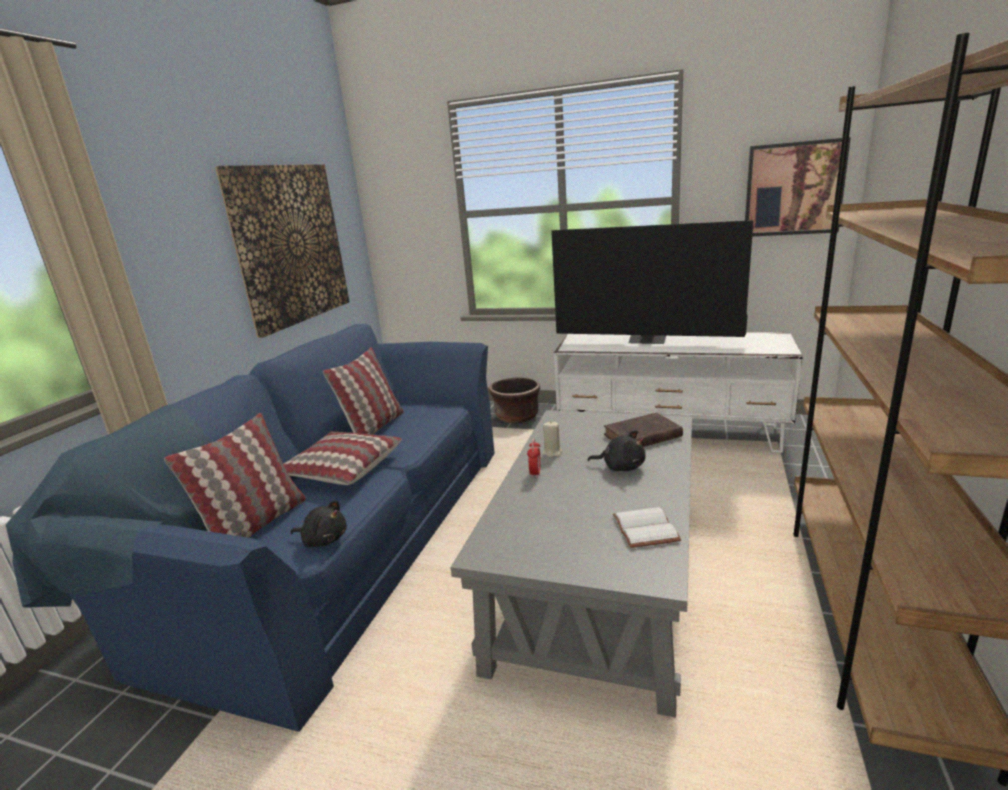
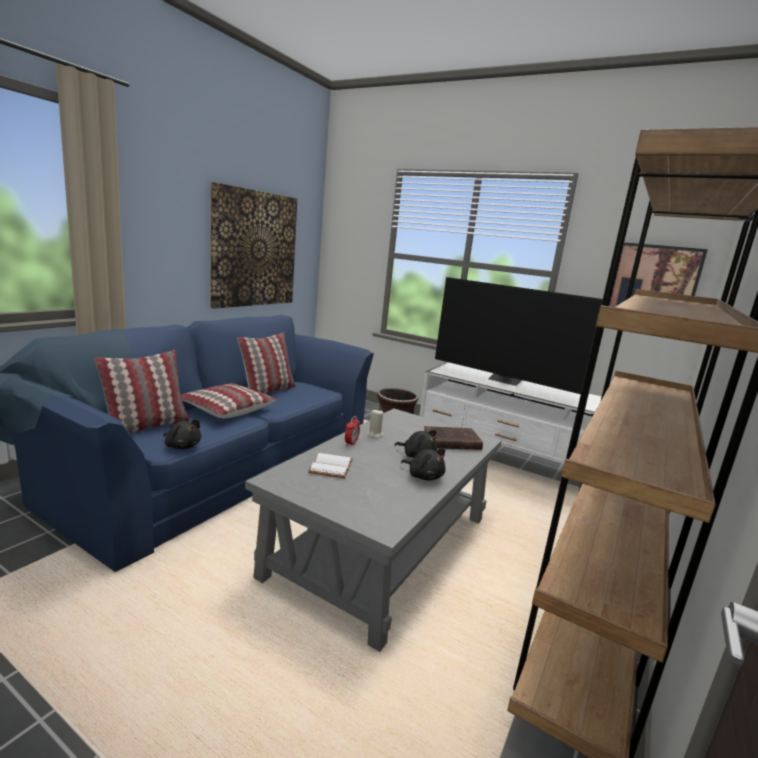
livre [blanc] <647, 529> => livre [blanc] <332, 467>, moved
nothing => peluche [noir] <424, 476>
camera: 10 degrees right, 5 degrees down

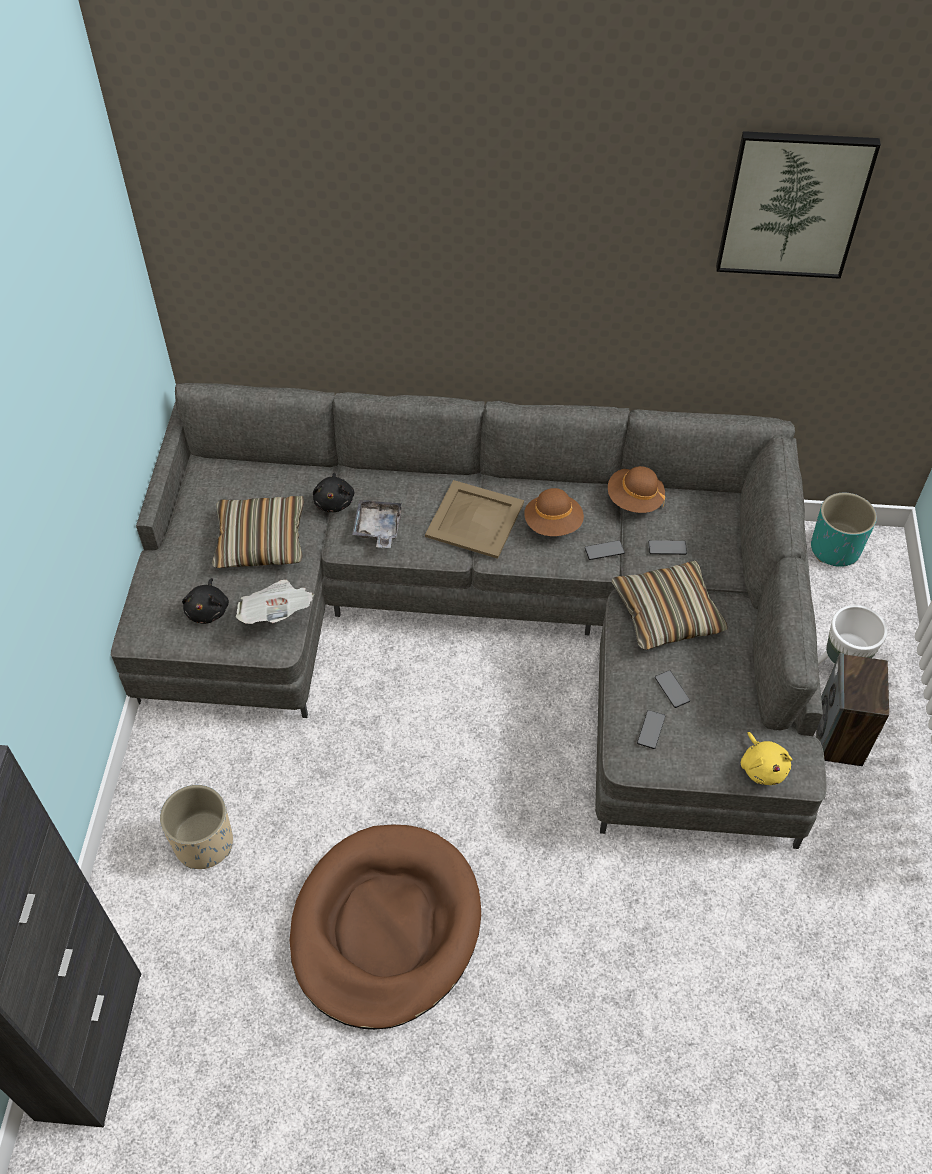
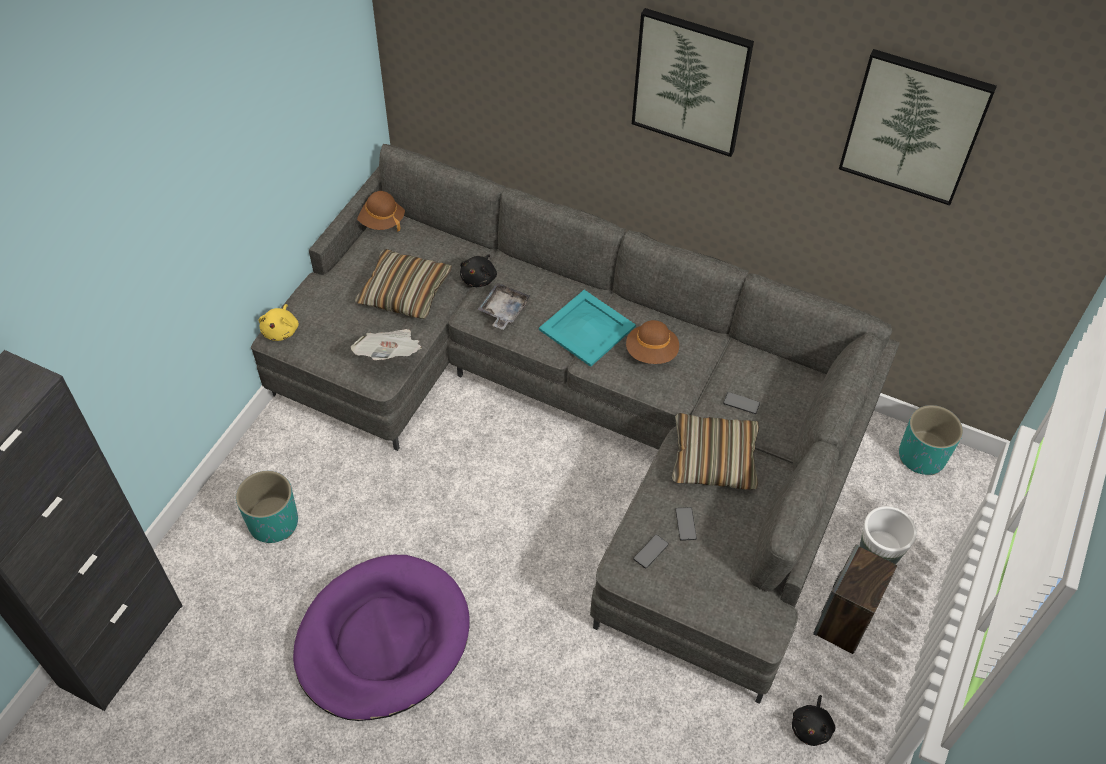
chapeau [marron] <634, 500> => chapeau [marron] <380, 220>, moved
plateau [beige] <474, 520> => plateau [turquoise] <586, 328>
téléphone <604, 551> => nothing
peluche [noir] <208, 610> => peluche [noir] <811, 727>, moved
peluche [jaune] <762, 767> => peluche [jaune] <281, 330>, moved
cache-pot [beige] <204, 843> => cache-pot [turquoise] <273, 522>
panier pour chien [marron] <385, 927> => panier pour chien [violet] <382, 640>
nothing => tableau <691, 82>
camera: 20 degrees right, 0 degrees up

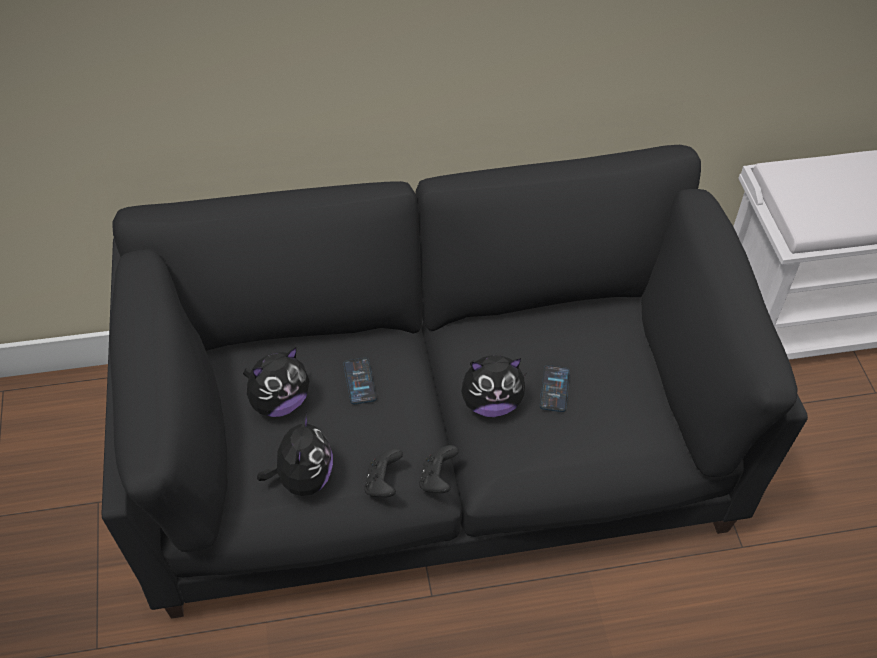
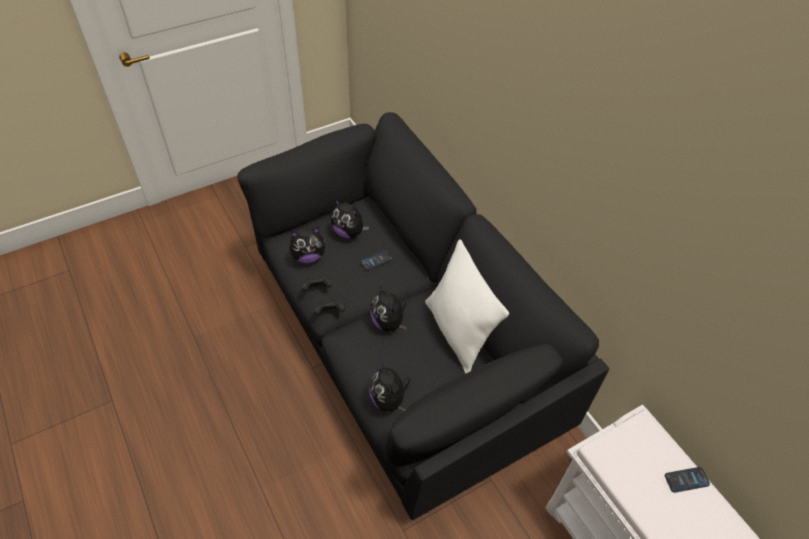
téléphone <554, 389> => téléphone <686, 480>, moved
nothing => coussin [blanc] <457, 333>
nothing => peluche <389, 400>
camera: 70 degrees right, 0 degrees up

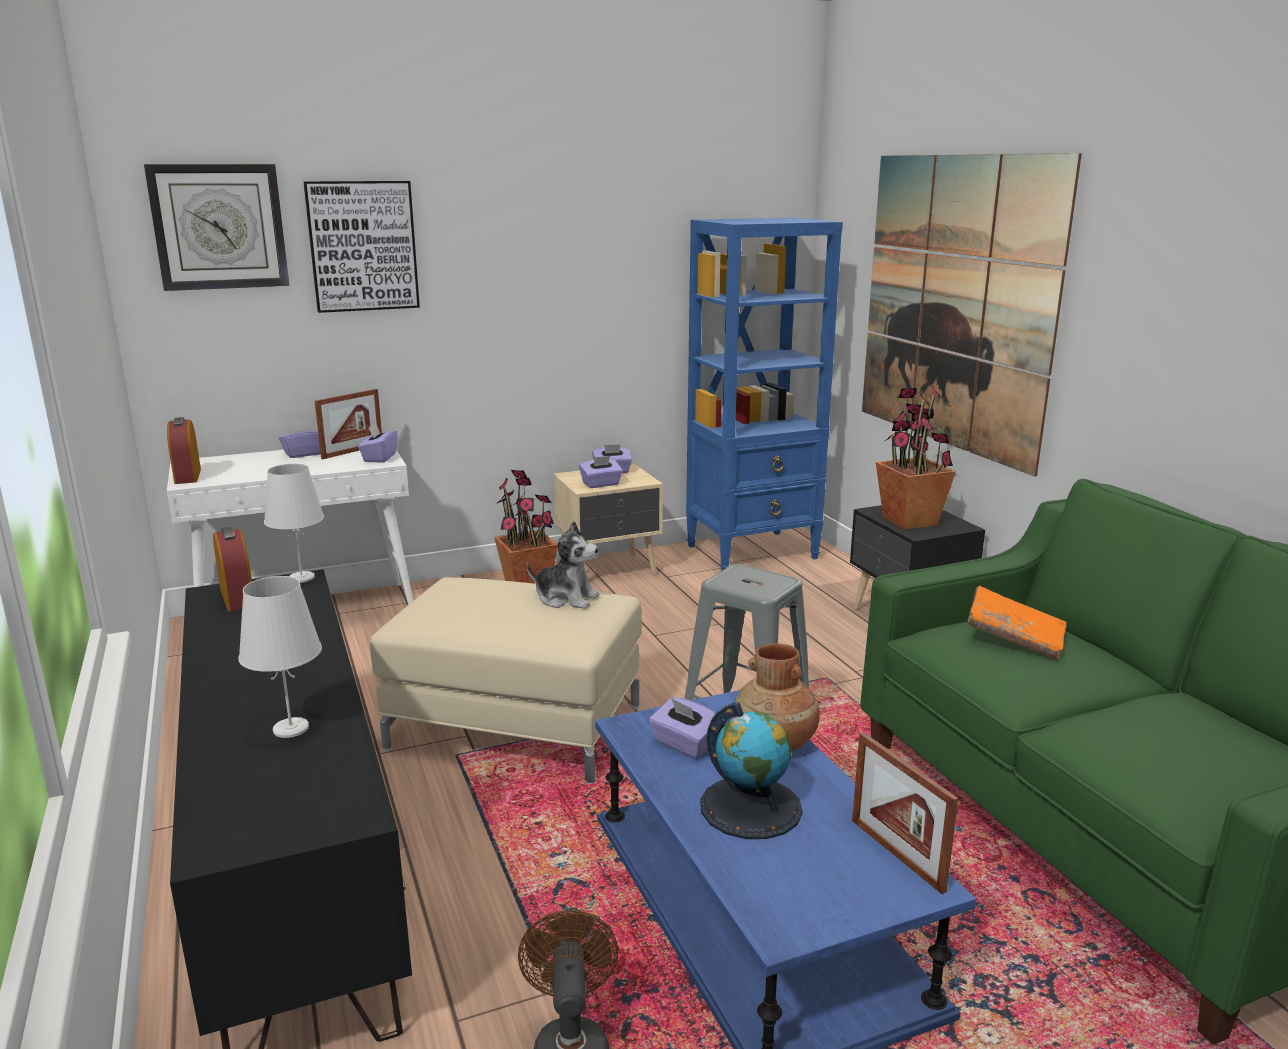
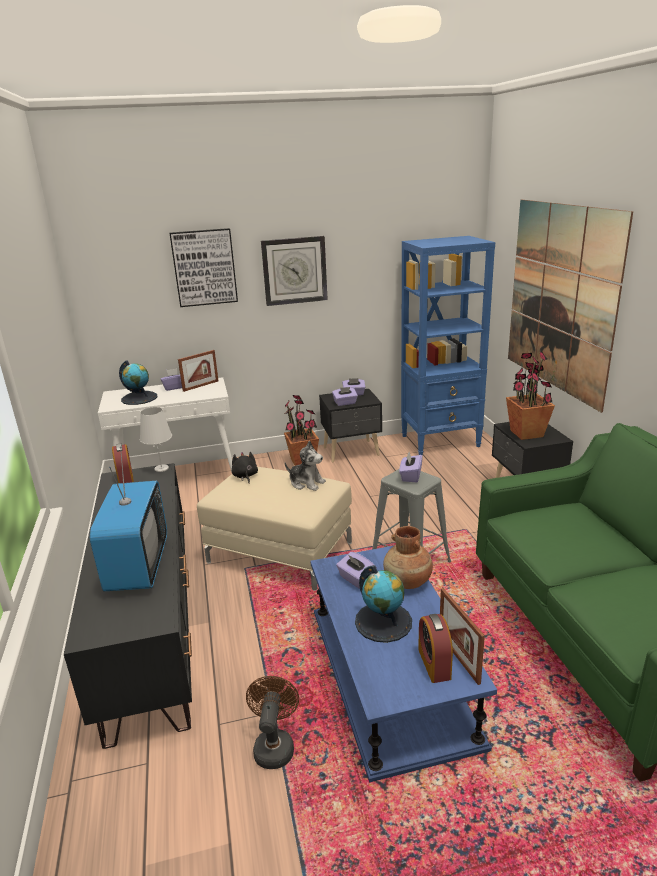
horloge murale <219, 227> => horloge murale <294, 270>, moved
réveil <187, 476> => réveil <434, 664>, moved
boîte à mouchoirs [violet] <379, 458> => boîte à mouchoirs [violet] <410, 476>, moved
table de chevet [beige] <609, 570> => table de chevet [noir] <352, 452>
lampe de table [blanc] <291, 728> => téléviseur <138, 566>
livre [orange] <1014, 638> => nothing
nothing => globe <139, 398>
nothing => peluche [noir] <245, 476>
camera: 10 degrees right, 5 degrees up

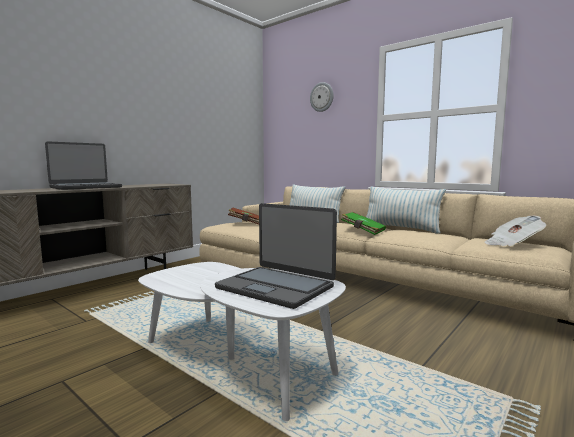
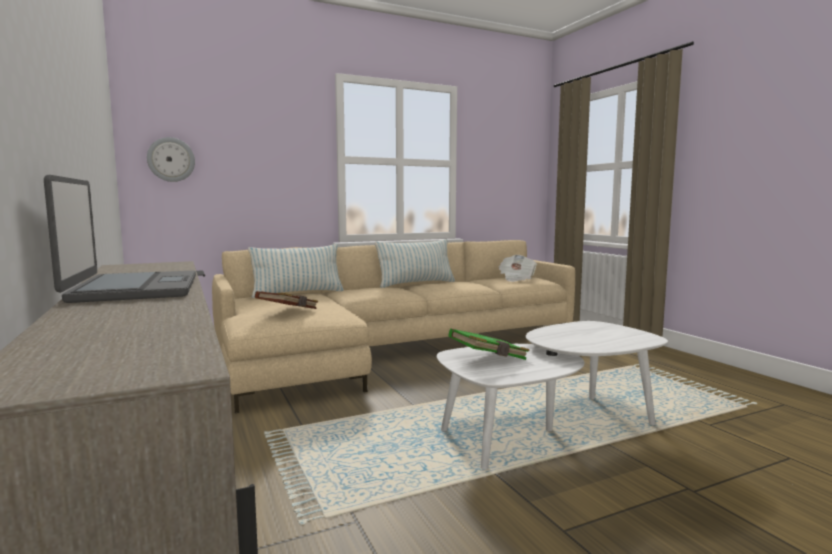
horloge murale <322, 97> => horloge murale <171, 159>, moved
ordinateur portable <276, 287> => nothing
livre [vert] <362, 231> => livre [vert] <489, 359>, moved
camera: 65 degrees left, 0 degrees up

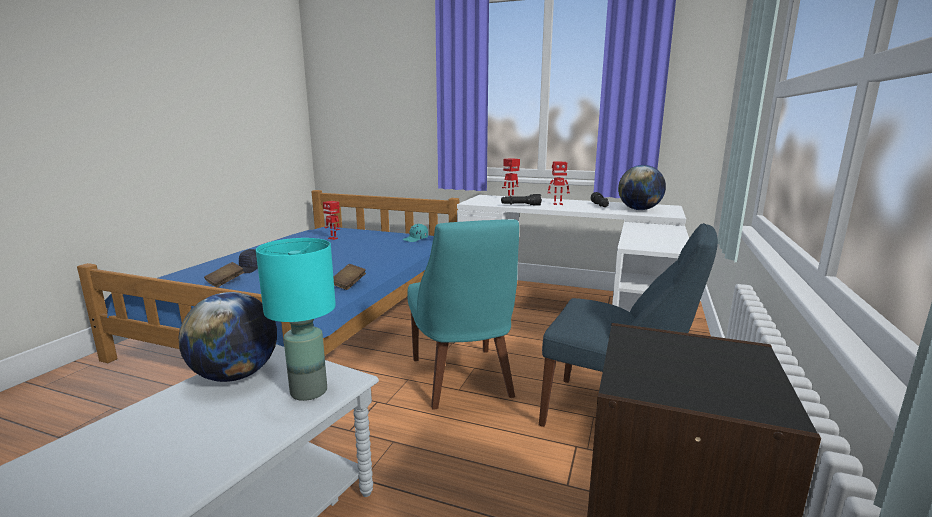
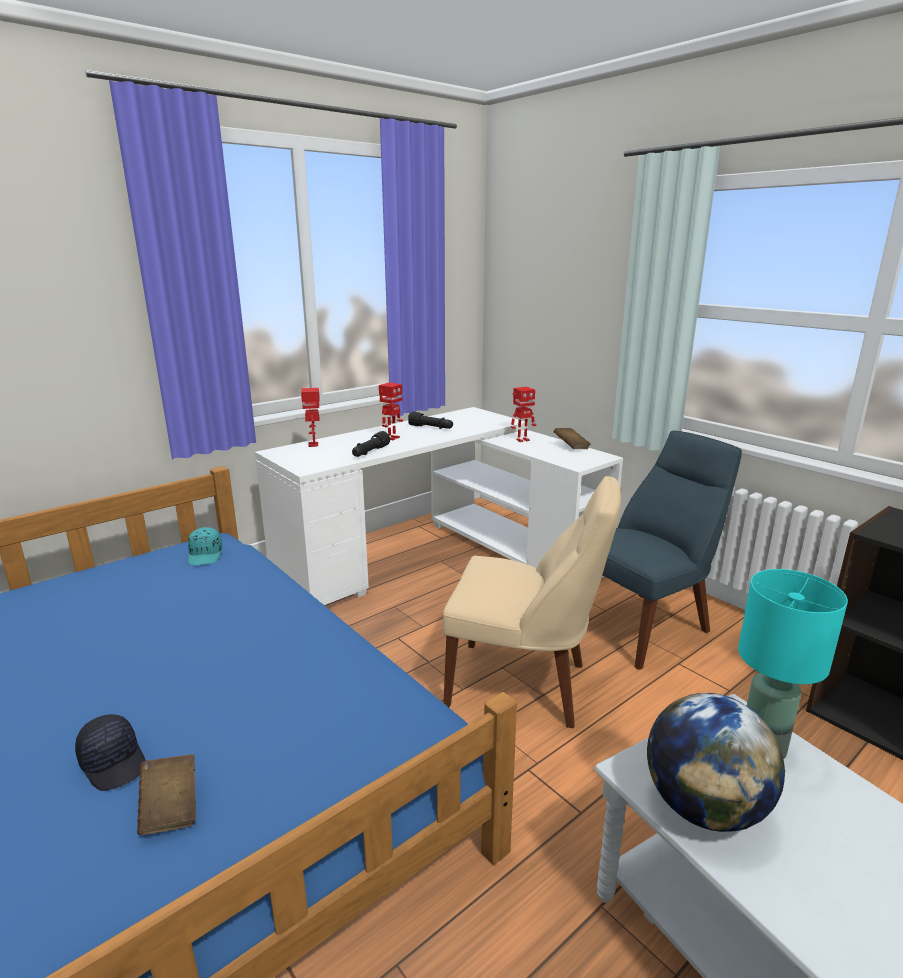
globe <639, 209> => nothing
robot jouet <333, 238> => robot jouet <522, 440>, moved
chaise [turquoise] <462, 380> => chaise [beige] <524, 685>
livre [marron] <348, 284> => livre [marron] <571, 447>, moved
camera: 60 degrees left, 5 degrees up

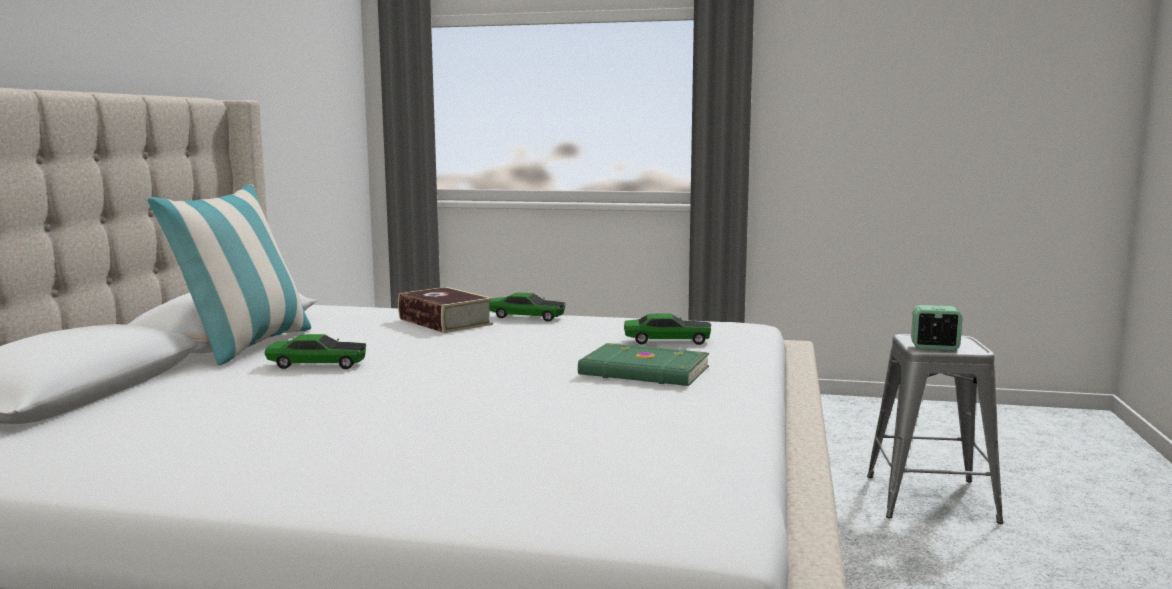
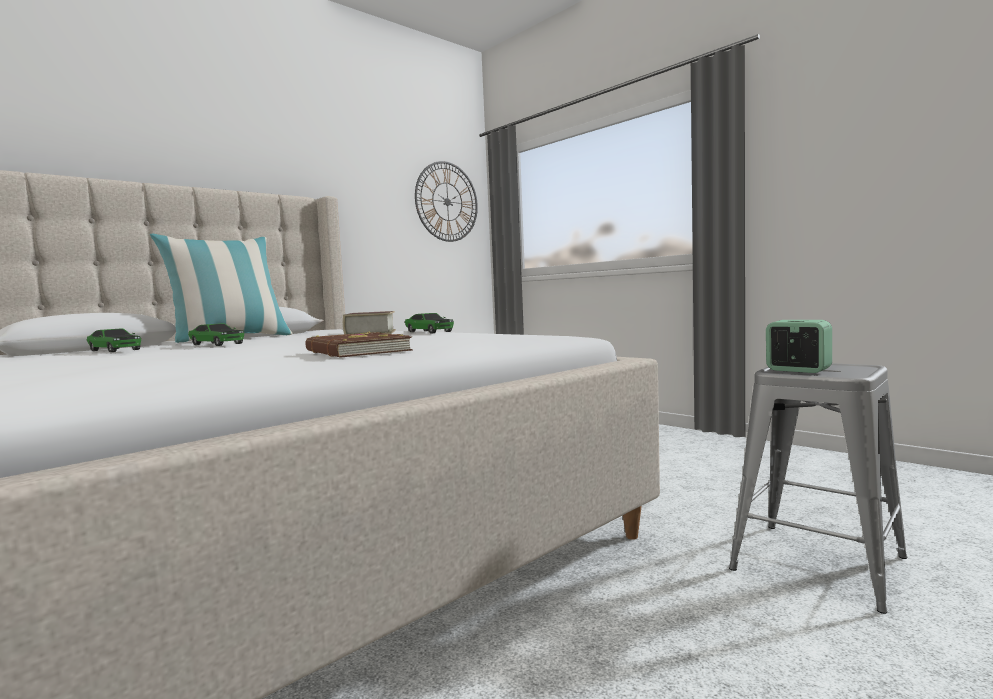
petite voiture <667, 341> => petite voiture <114, 350>, moved
livre [vert] <644, 372> => livre [marron] <355, 351>
nothing => horloge murale <447, 201>
camera: 35 degrees right, 5 degrees down

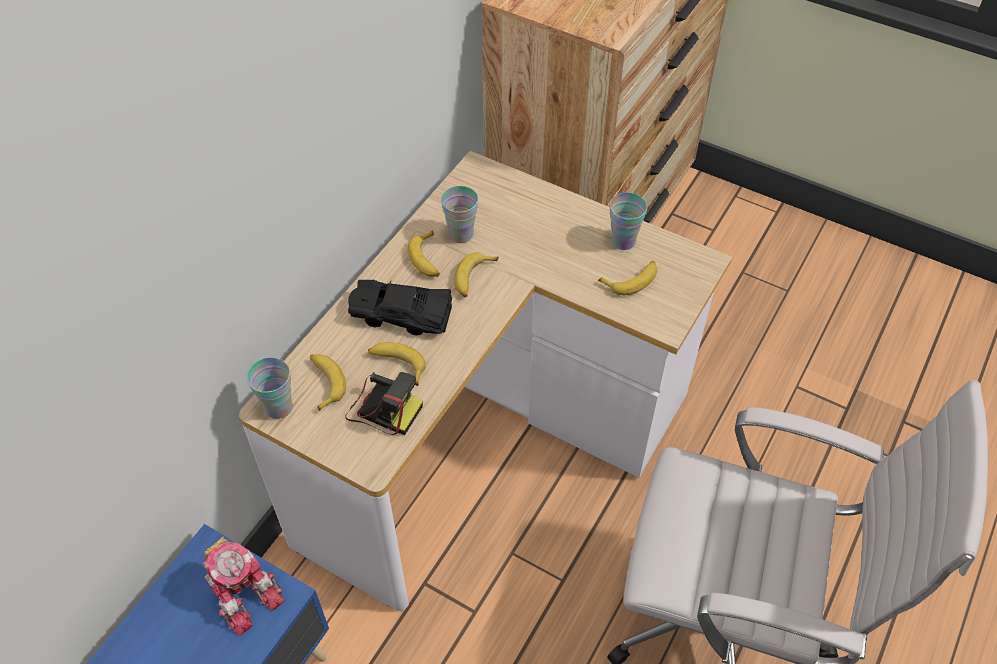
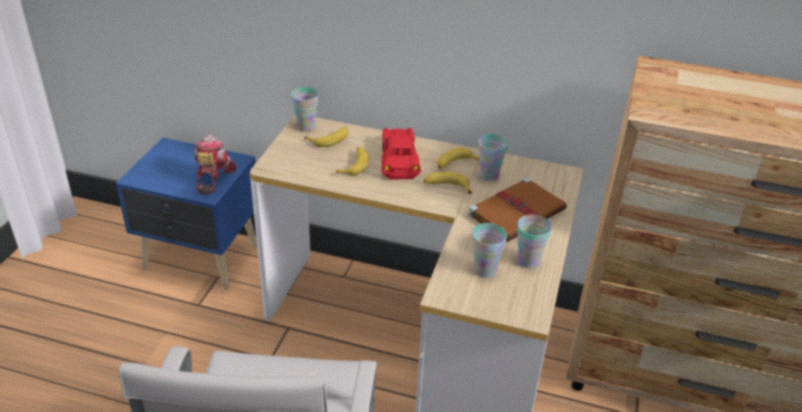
banane <631, 280> => tasse <484, 270>
petite voiture [noir] <401, 314> => petite voiture [rouge] <399, 160>
appareil photo <383, 408> => nothing
robot jouet <243, 589> => robot jouet <212, 178>, 150 degrees clockwise
nothing => livre [marron] <518, 212>
camera: 75 degrees right, 15 degrees down

